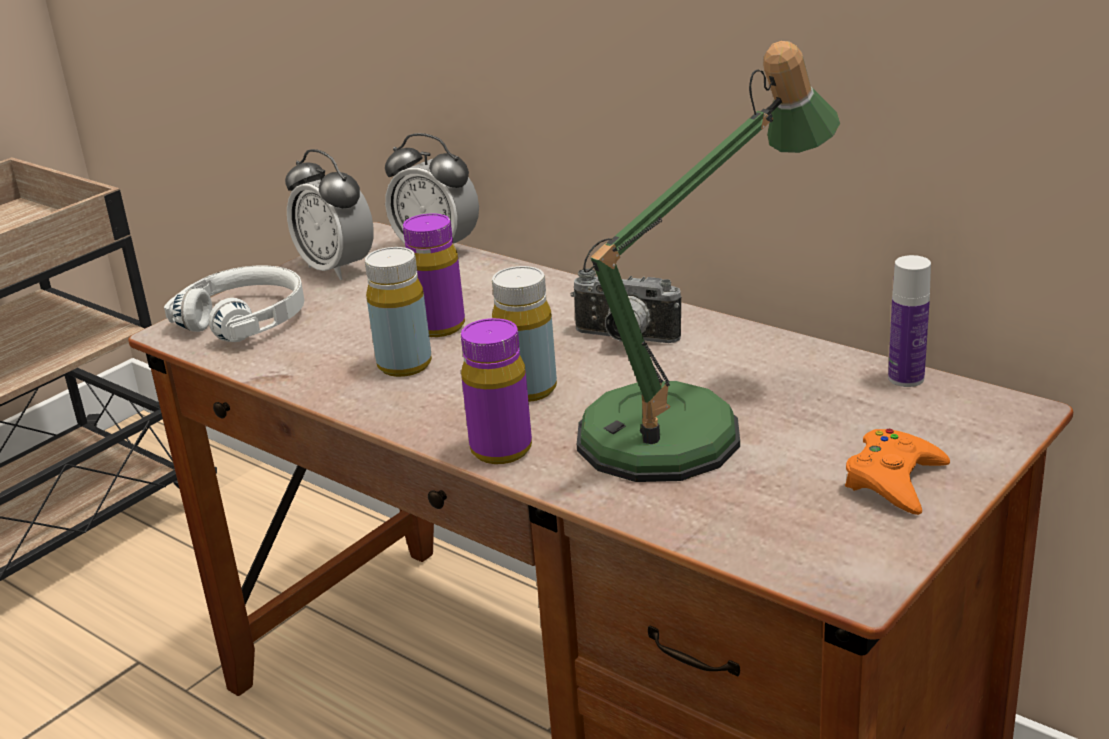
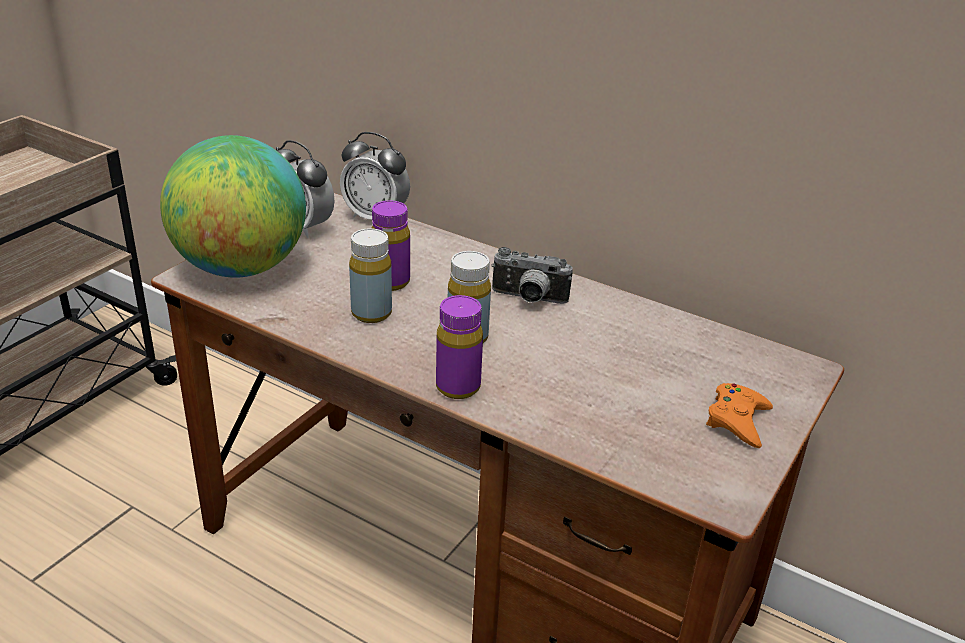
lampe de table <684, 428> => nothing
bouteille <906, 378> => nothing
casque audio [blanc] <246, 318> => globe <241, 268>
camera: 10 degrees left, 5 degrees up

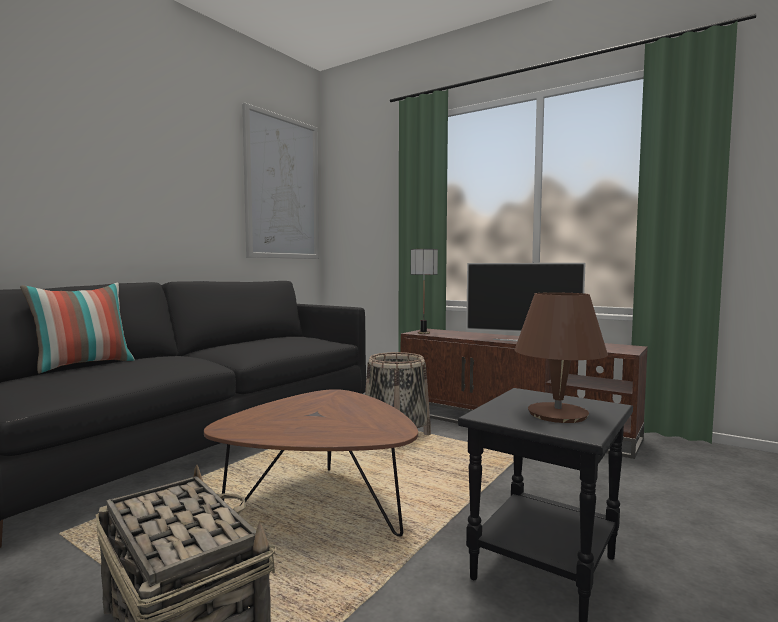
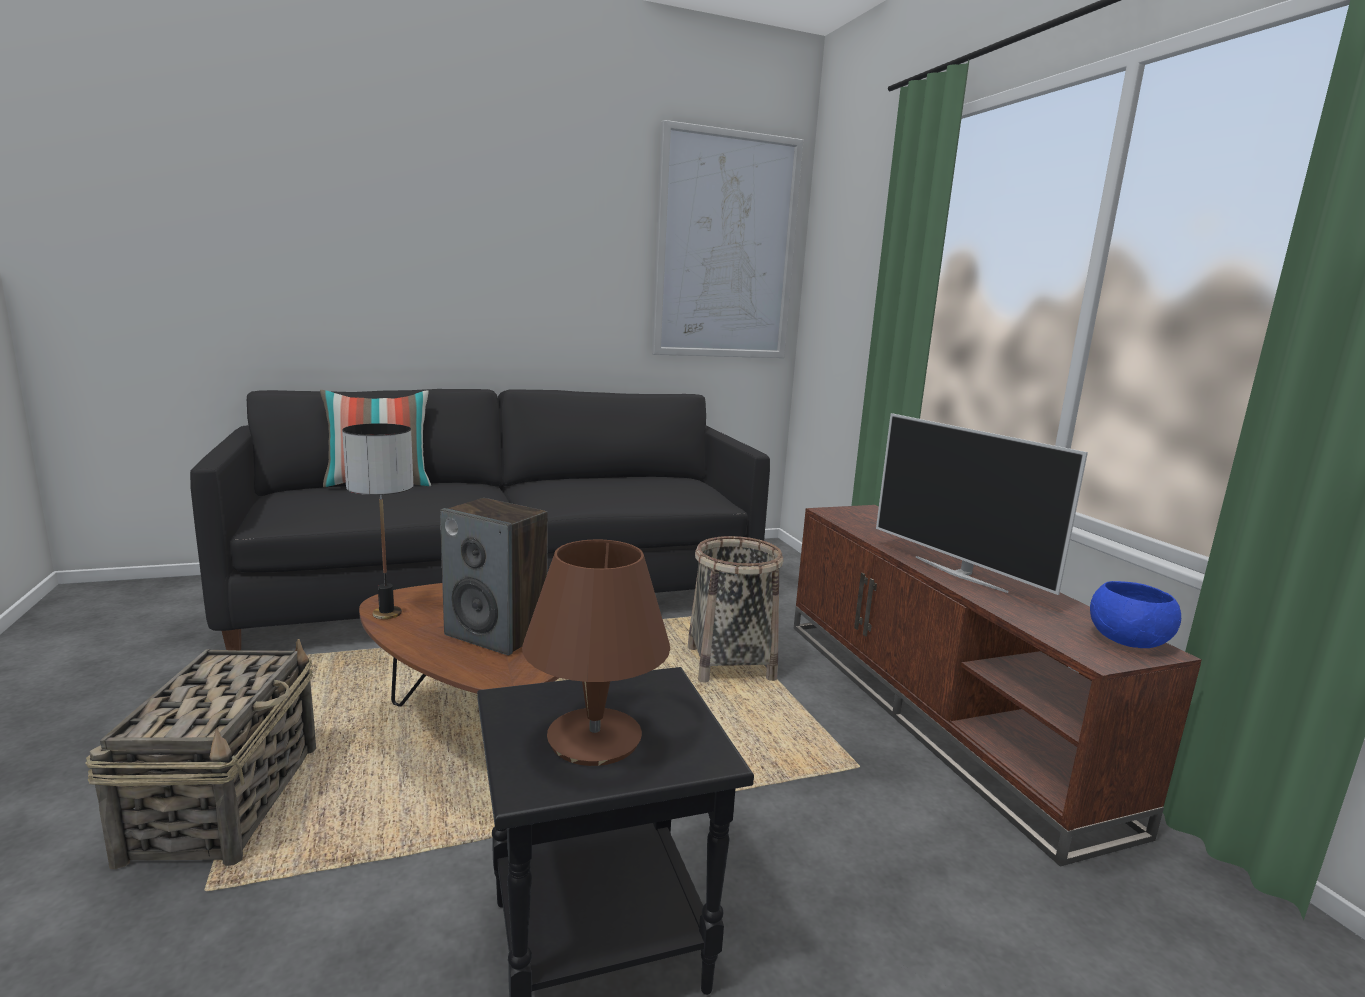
lampe de table <423, 333> => lampe de table <387, 613>, moved
nothing => enceinte <497, 634>
nothing => bol [bleu] <1128, 641>
camera: 35 degrees right, 10 degrees up

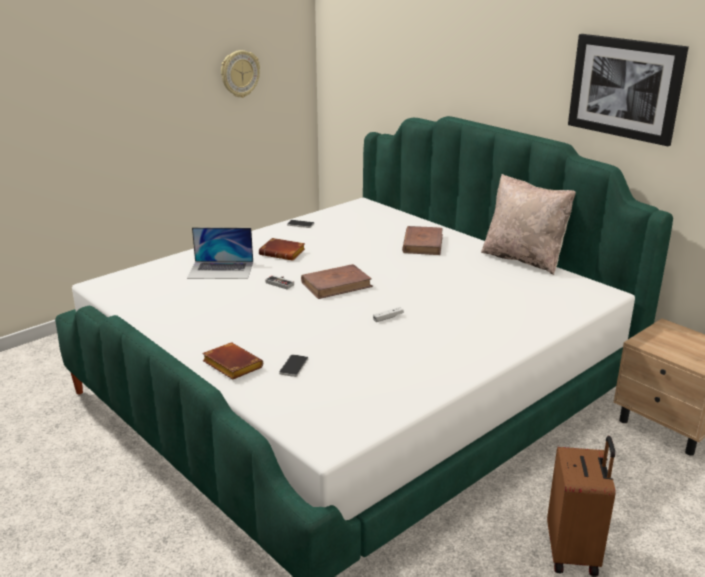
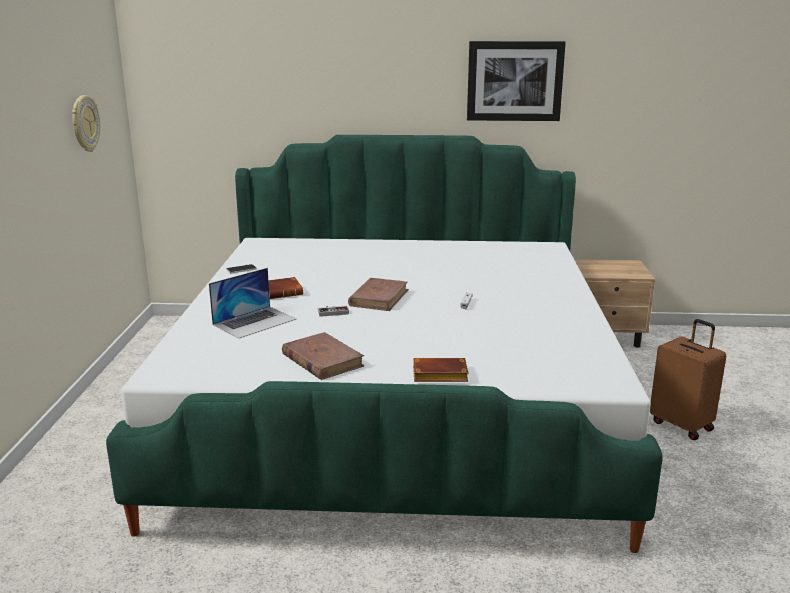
coussin [beige] <524, 259> => nothing
livre [marron] <423, 243> => livre [marron] <322, 360>, moved
téléphone <294, 366> => nothing
camera: 45 degrees left, 5 degrees down

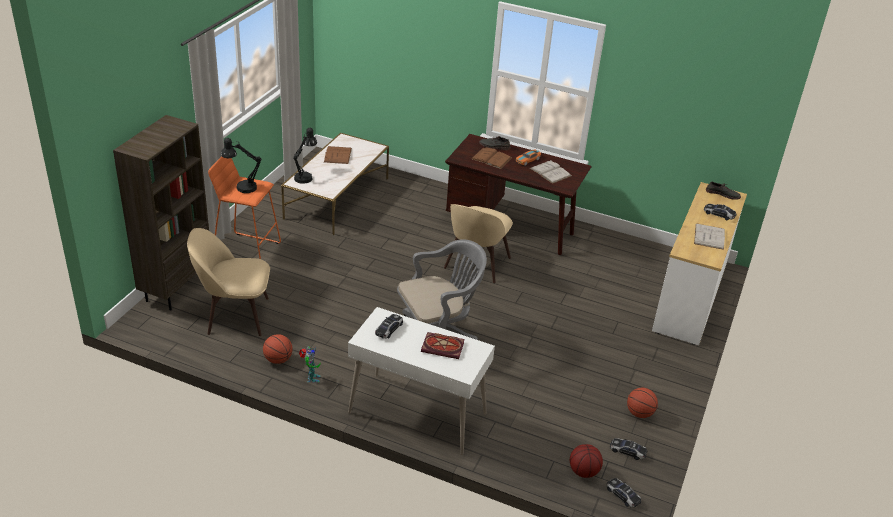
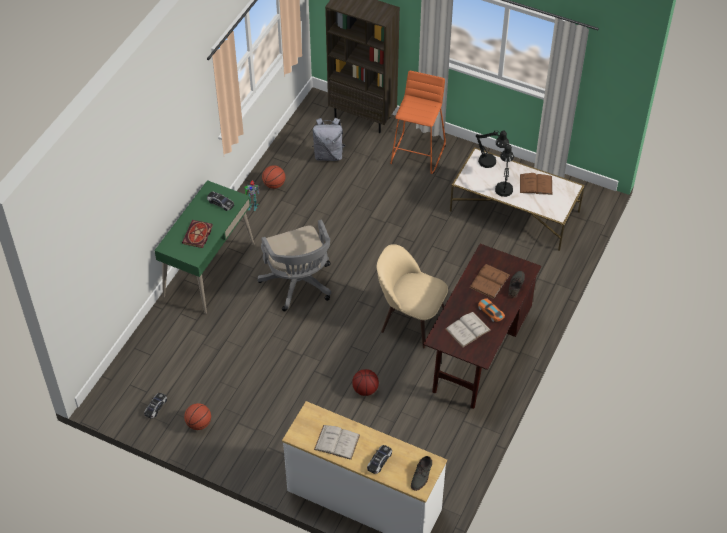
lampe de table [noir] <242, 187> => lampe de table [noir] <504, 186>, moved
chaise [beige] <235, 315> => sac à dos [gris] <328, 155>
bureau [blanc] <417, 413> => bureau [vert] <209, 270>
ballon de basket <583, 472> => ballon de basket <365, 389>, moved
petite voiture <622, 495> => nothing
camera: 95 degrees right, 15 degrees up

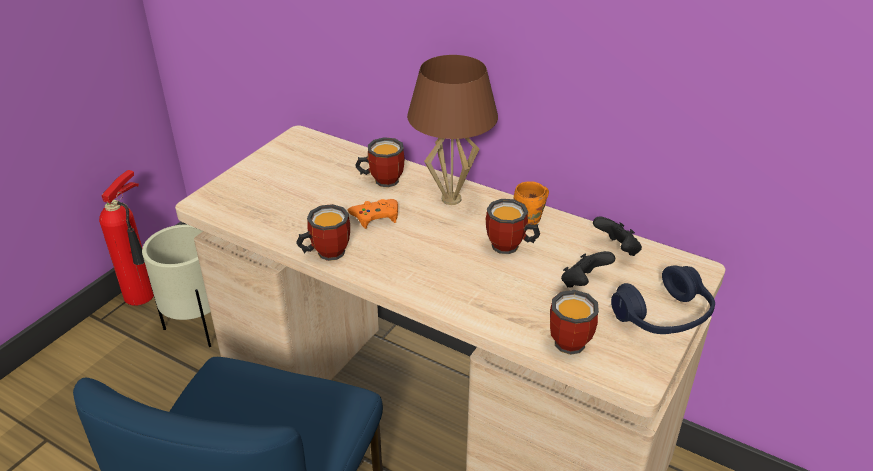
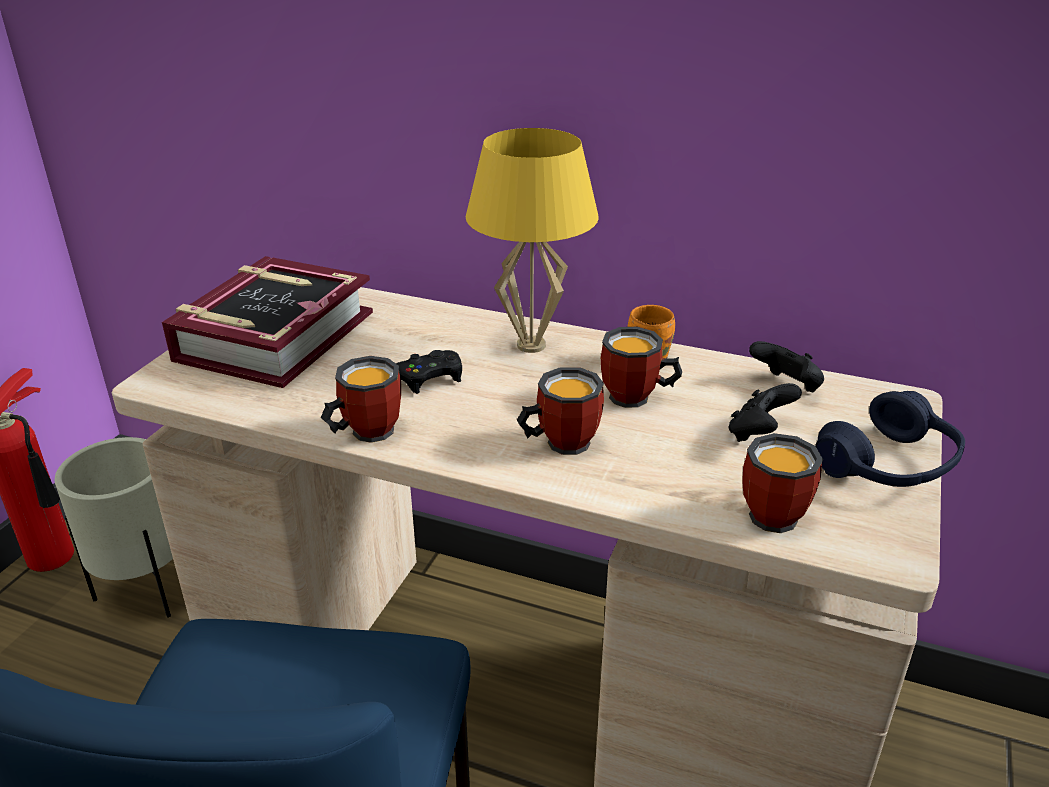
lampe de table [marron] <451, 199> => lampe de table [jaune] <532, 345>
mug <381, 180> => mug <559, 442>, moved
manette [orange] <375, 216> => manette [noir] <428, 377>
nothing => livre <274, 336>
camera: 10 degrees left, 5 degrees down

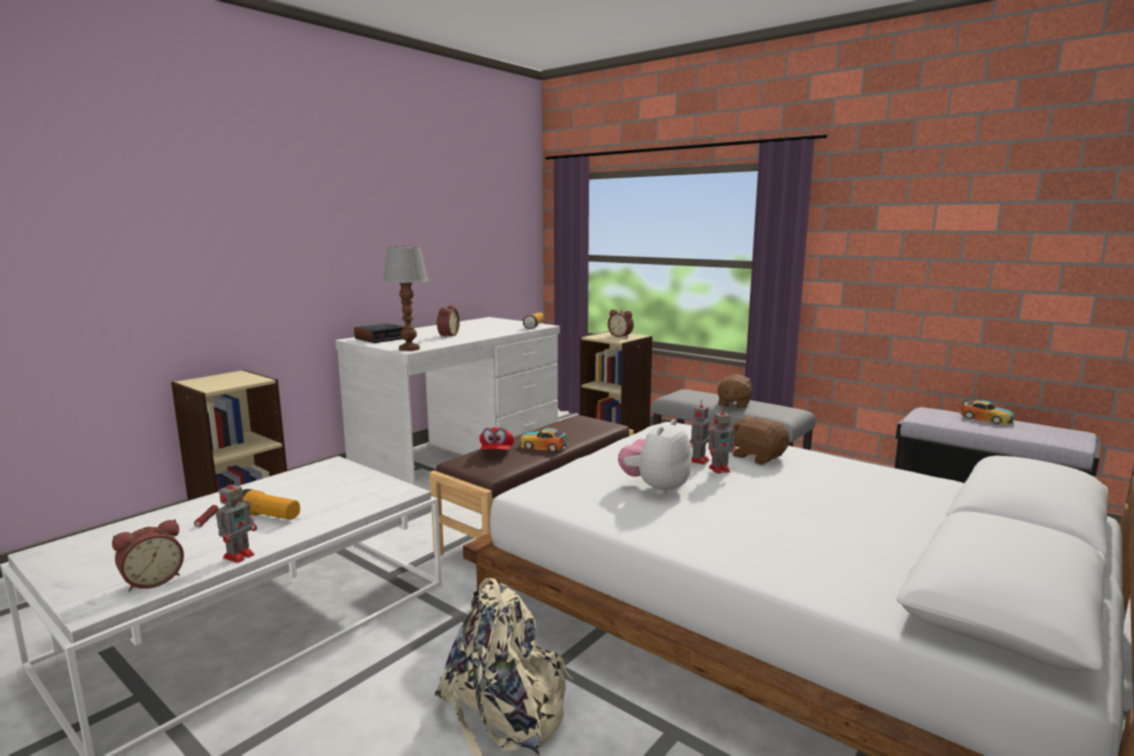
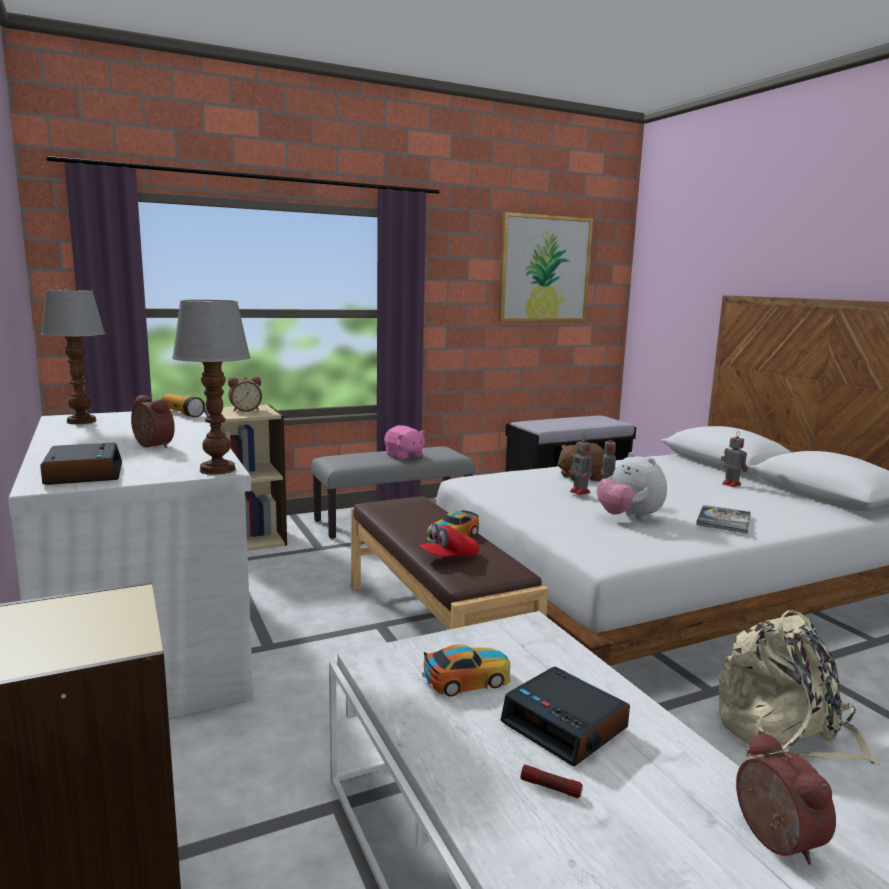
peluche [marron] <733, 404> => peluche [rose] <404, 456>
petite voiture <986, 419> => petite voiture <467, 679>, moved
casquette [rouge] <496, 452> => casquette [rouge] <448, 558>, 120 degrees clockwise
robot jouet <240, 555> => robot jouet <730, 484>, moved
lampe de poche <269, 516> => réveil <566, 726>
nothing => tableau <544, 269>
nothing => lampe de table <82, 421>
nothing => livre <723, 520>
camera: 65 degrees left, 0 degrees up

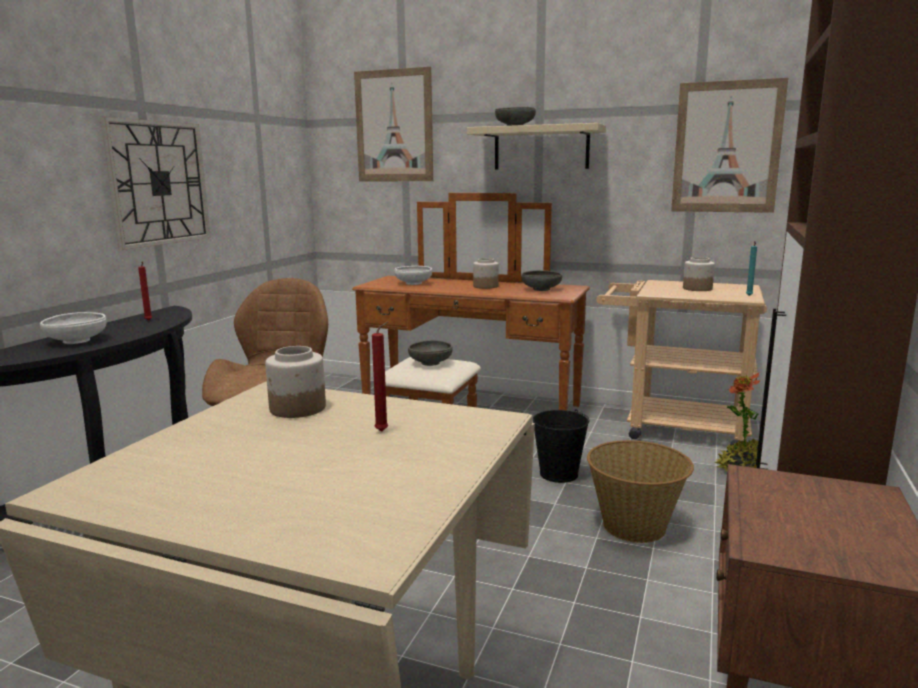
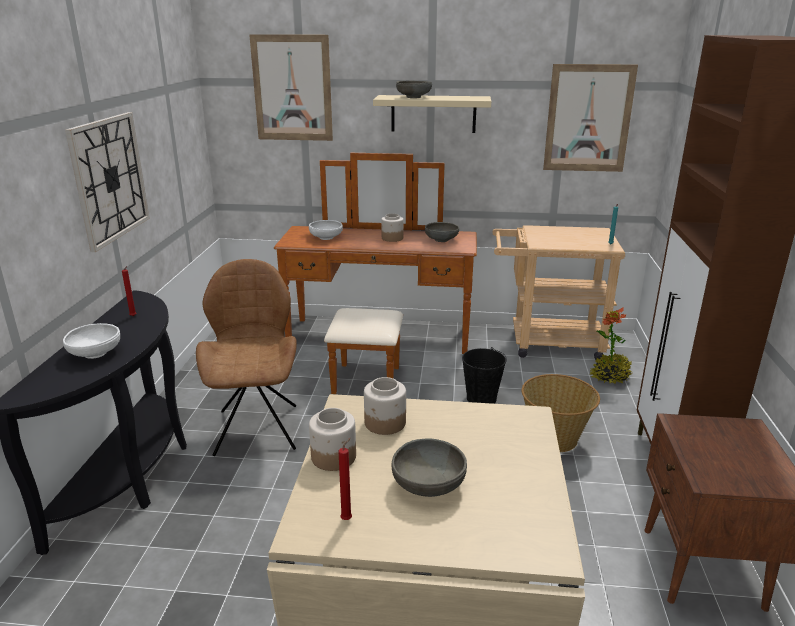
bocal <697, 289> => bocal <333, 457>, moved
bougie [rouge] <383, 431> => bougie [rouge] <348, 519>, moved
bol [gris] <430, 363> => bol [gris] <428, 484>, moved
camera: 15 degrees left, 10 degrees up

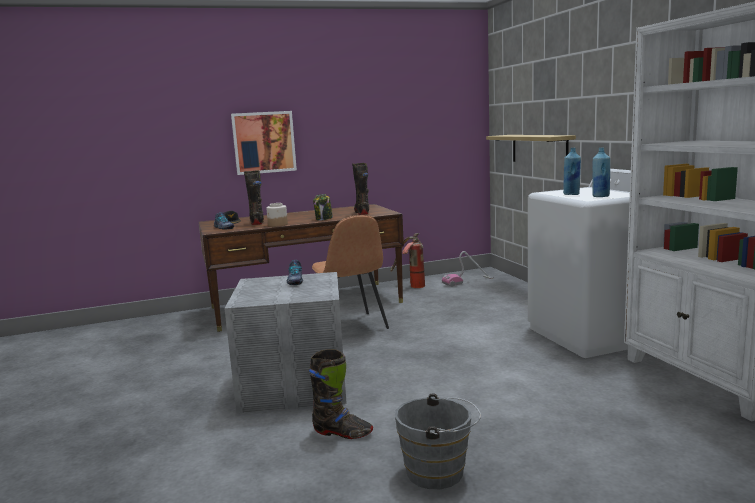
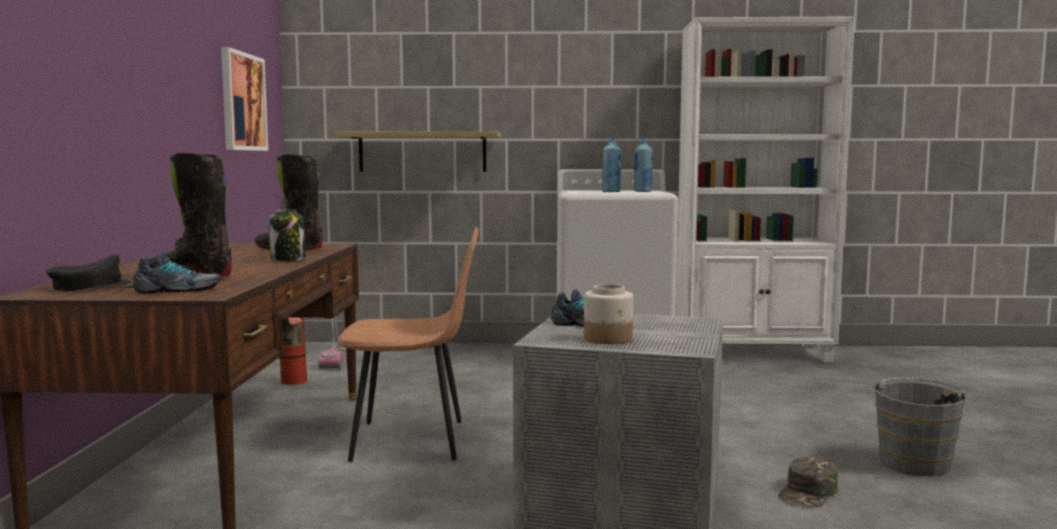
tableau <264, 142> => tableau <242, 102>, moved
bocal <277, 225> => bocal <608, 339>, moved
botte [noir] <342, 433> => casquette [vert] <808, 492>
camera: 70 degrees left, 5 degrees down

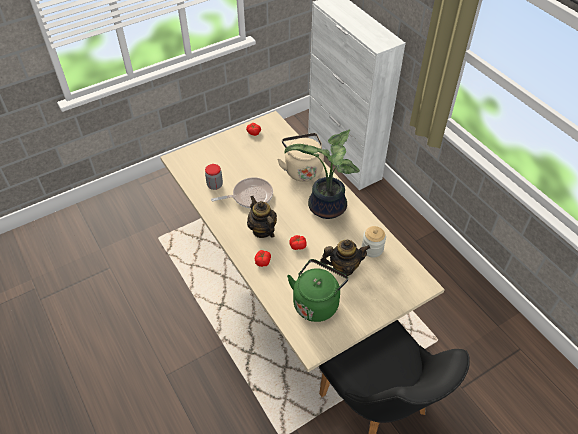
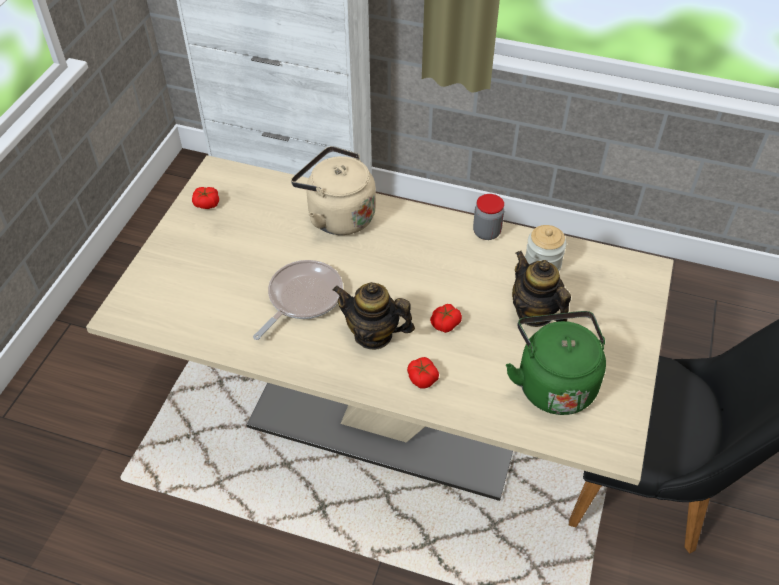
plante en pot <325, 208> => nothing
bocal <215, 185> => bocal <486, 232>, moved
théière <343, 267> => théière <534, 313>, 75 degrees counterclockwise
camera: 40 degrees left, 0 degrees up

